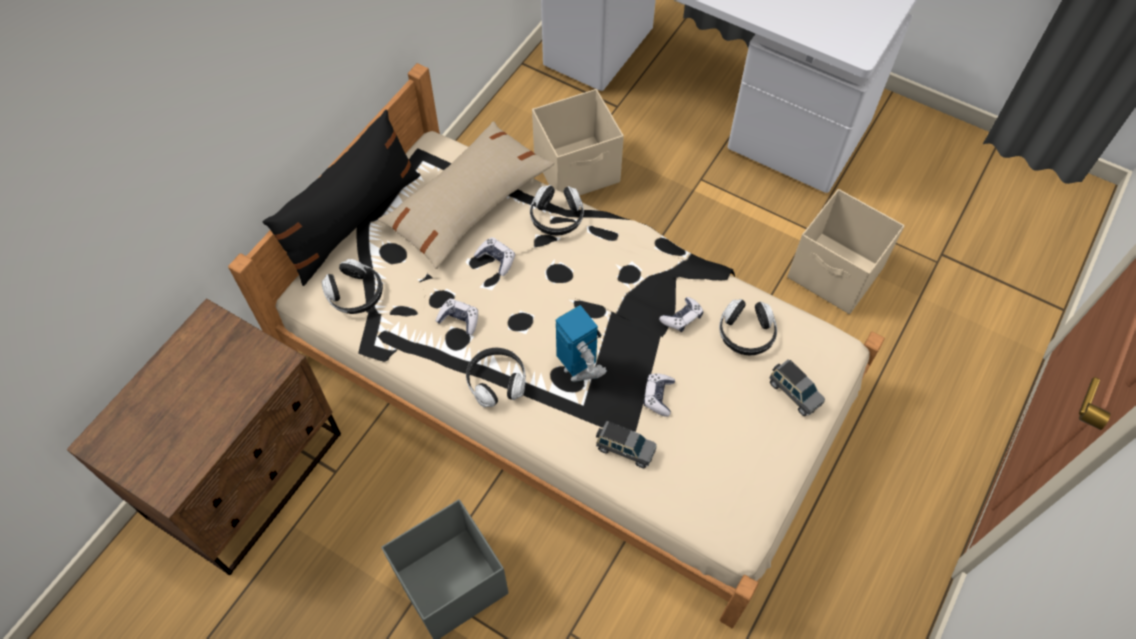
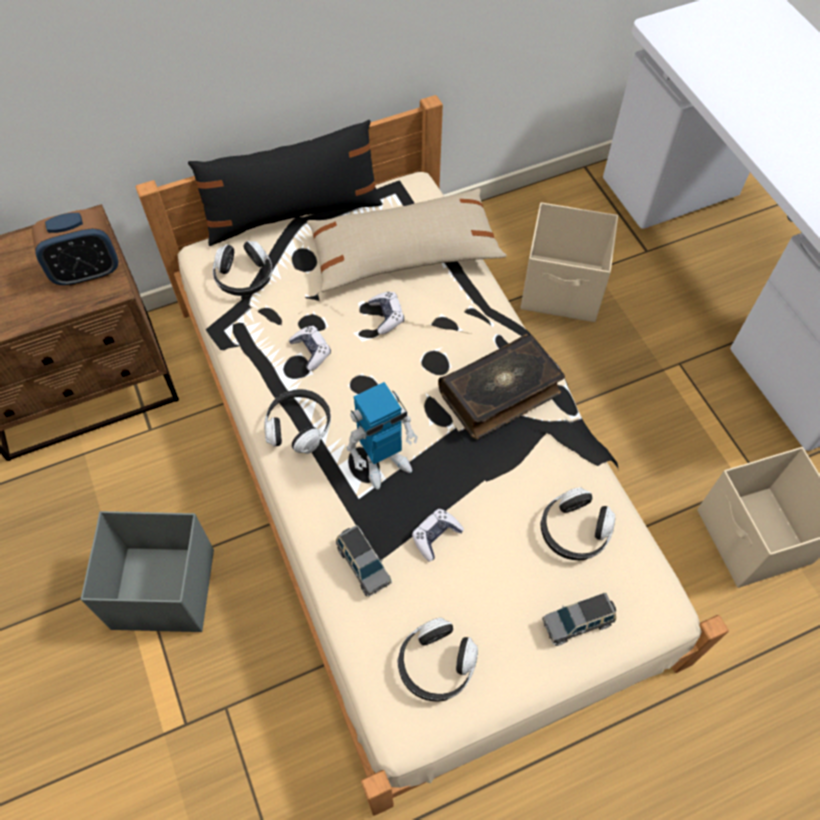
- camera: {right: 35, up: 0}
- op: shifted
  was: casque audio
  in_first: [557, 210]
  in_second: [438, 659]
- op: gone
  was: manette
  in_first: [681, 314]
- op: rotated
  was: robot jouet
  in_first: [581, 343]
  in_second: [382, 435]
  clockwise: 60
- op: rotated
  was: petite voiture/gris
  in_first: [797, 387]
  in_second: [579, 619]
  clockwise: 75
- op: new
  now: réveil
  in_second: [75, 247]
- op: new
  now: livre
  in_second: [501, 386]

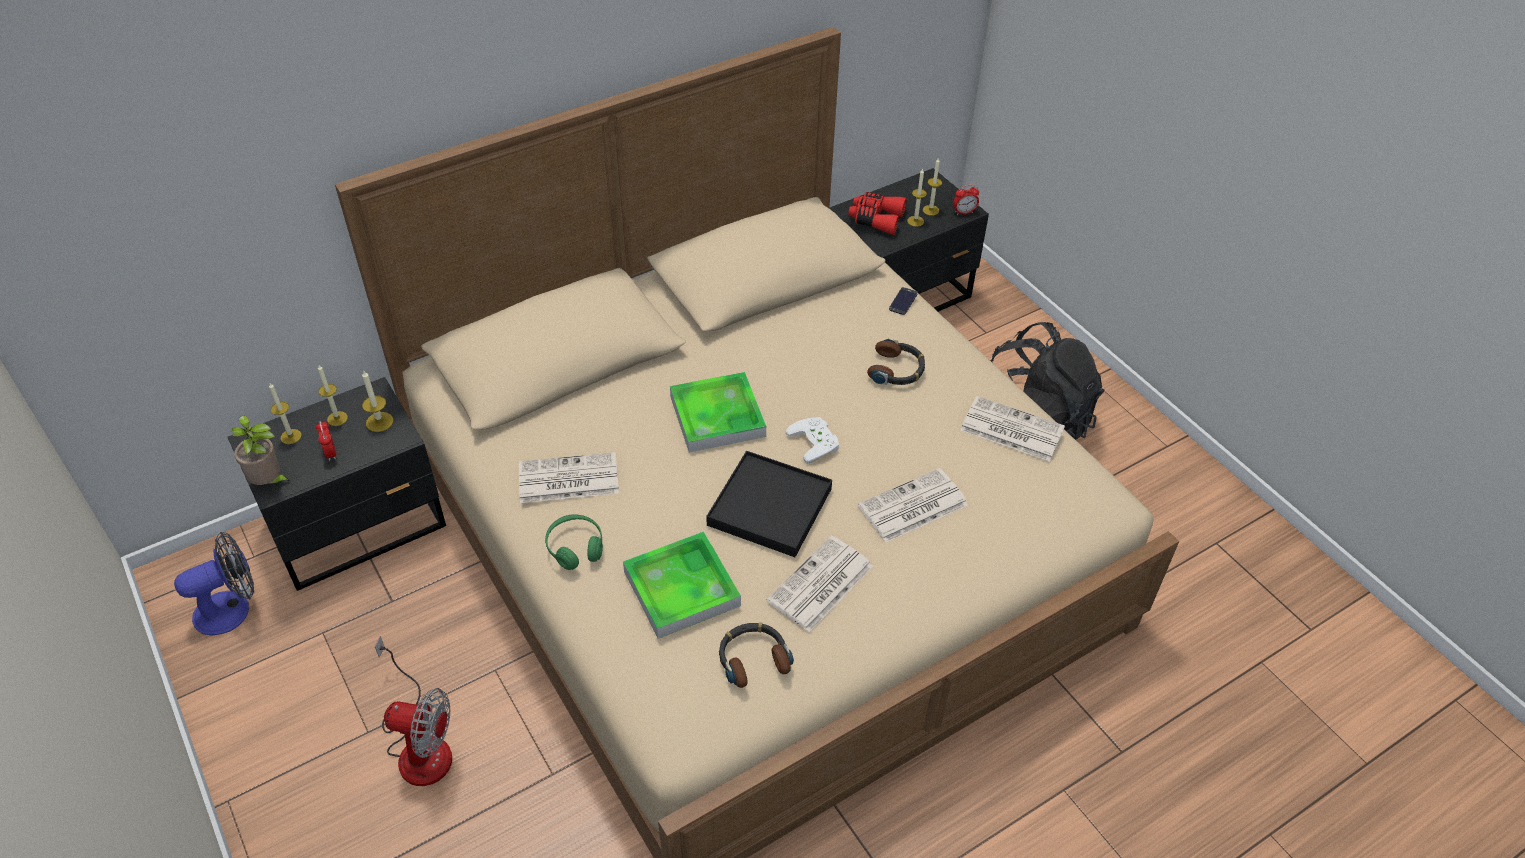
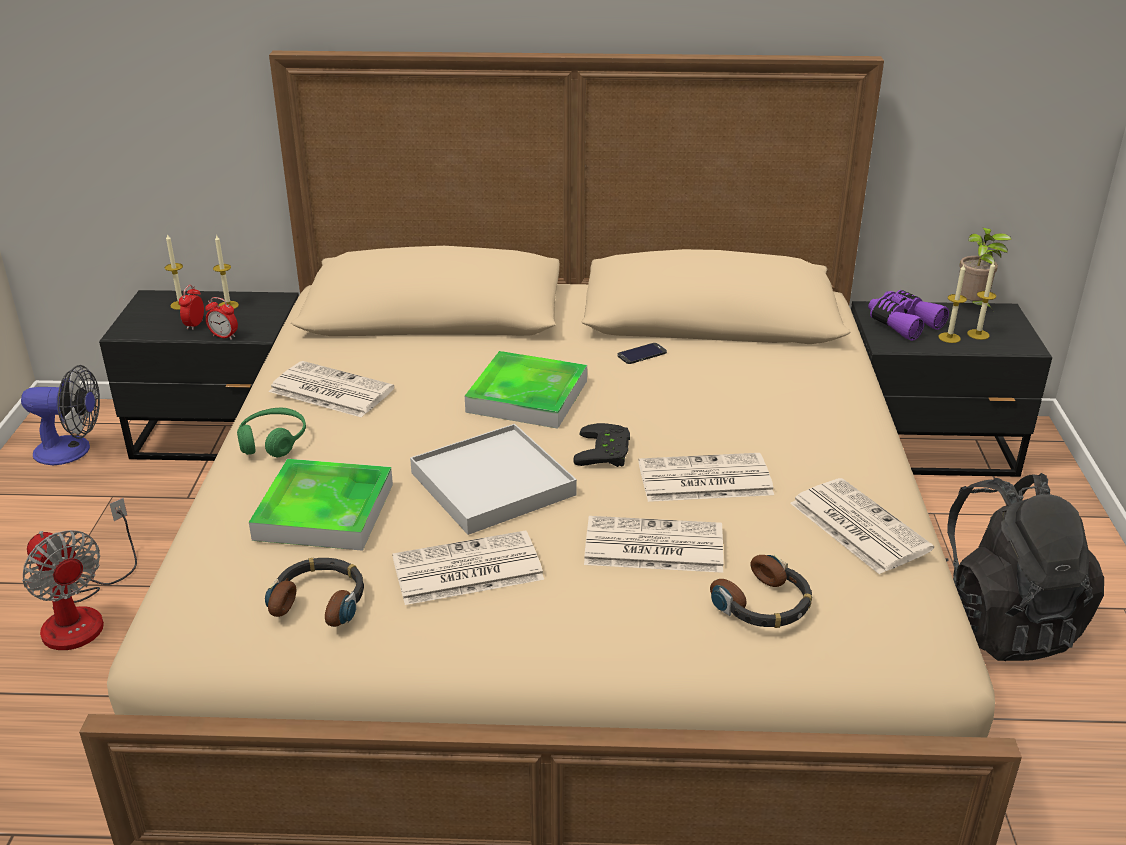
- camera: {right: 35, up: -15}
- op: shifted
  was: réveil
  in_first: [966, 199]
  in_second: [221, 318]
- op: repainted
  was: jumelles/rouge
  now: jumelles/violet
  in_first: [877, 213]
  in_second: [908, 315]
- op: shifted
  was: téléphone
  in_first: [903, 301]
  in_second: [642, 353]
- op: shifted
  was: casque audio
  in_first: [896, 361]
  in_second: [761, 591]
- op: gone
  was: bougie
  in_first: [377, 401]
- op: shifted
  was: plante en pot
  in_first: [261, 450]
  in_second: [985, 269]
- op: repainted
  was: manette/blanc
  now: manette/noir
  in_first: [812, 440]
  in_second: [601, 445]
- op: repainted
  was: plateau/noir
  now: plateau/blanc
  in_first: [769, 504]
  in_second: [493, 479]
- op: new
  now: journal
  in_second: [706, 477]

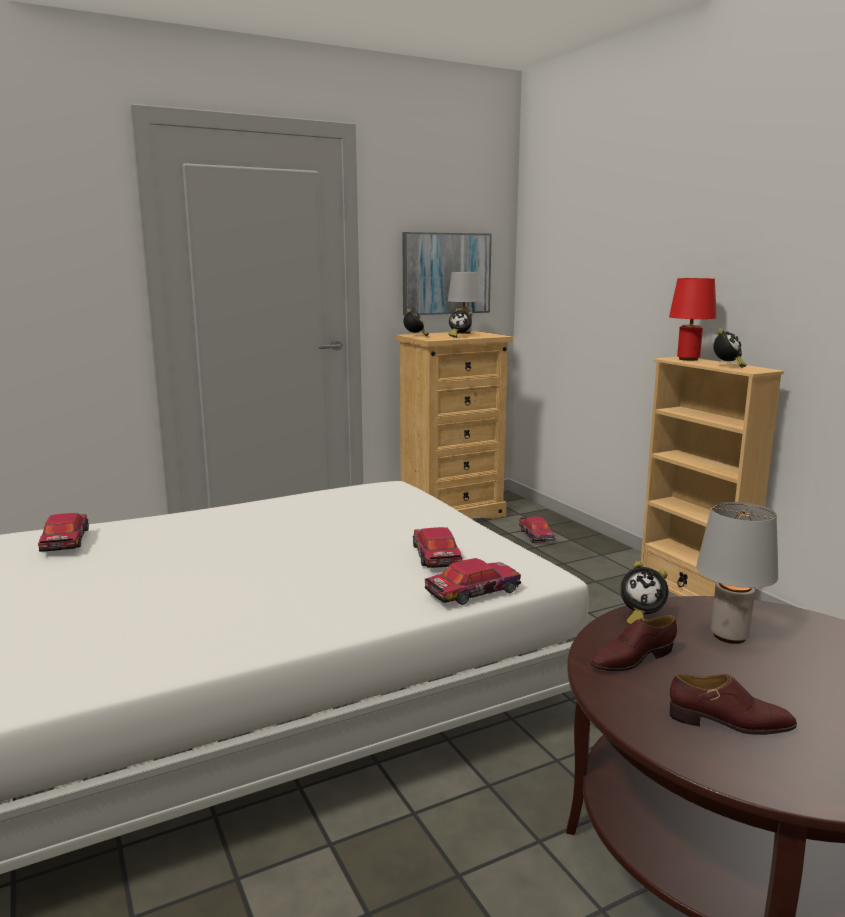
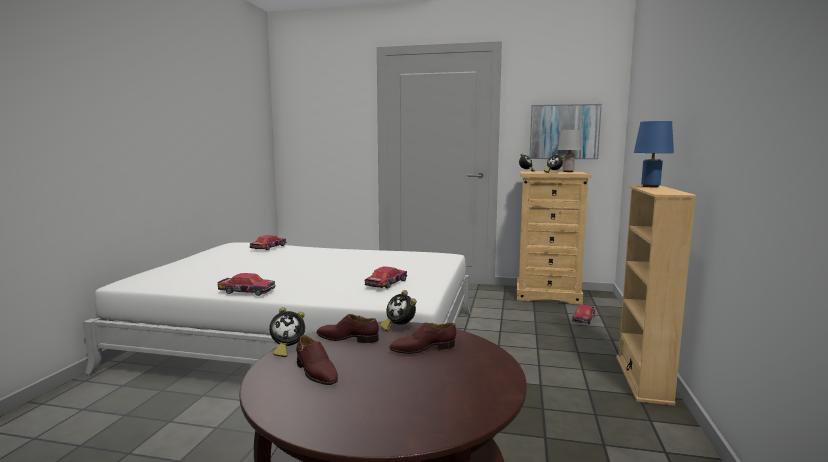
- camera: {right: 40, up: -5}
- op: repainted
  was: lampe de table/rouge
  now: lampe de table/bleu
  in_first: [692, 319]
  in_second: [654, 154]
- op: shifted
  was: réveil
  in_first: [729, 348]
  in_second: [287, 332]
- op: swapped
  was: lampe de table/gris
  now: chaussure/marron
  in_first: [737, 573]
  in_second: [422, 338]
- op: shifted
  was: petite voiture
  in_first: [473, 581]
  in_second: [246, 284]

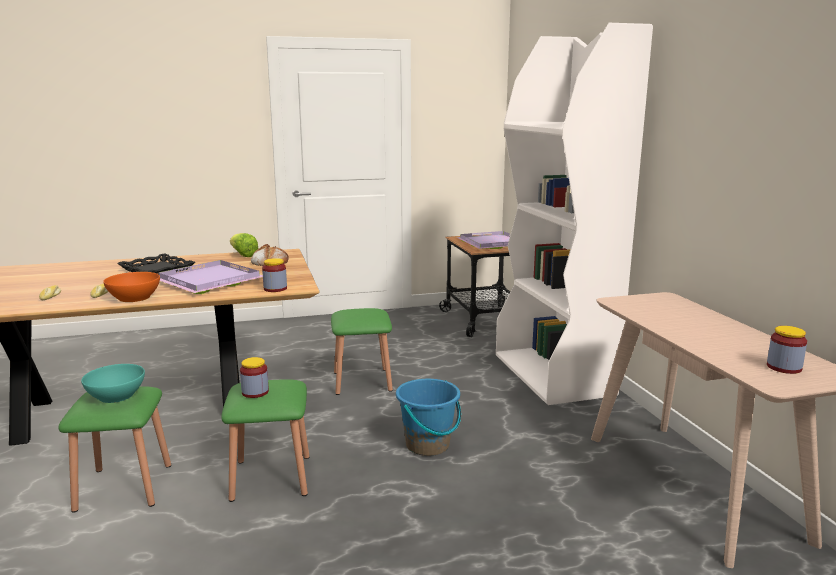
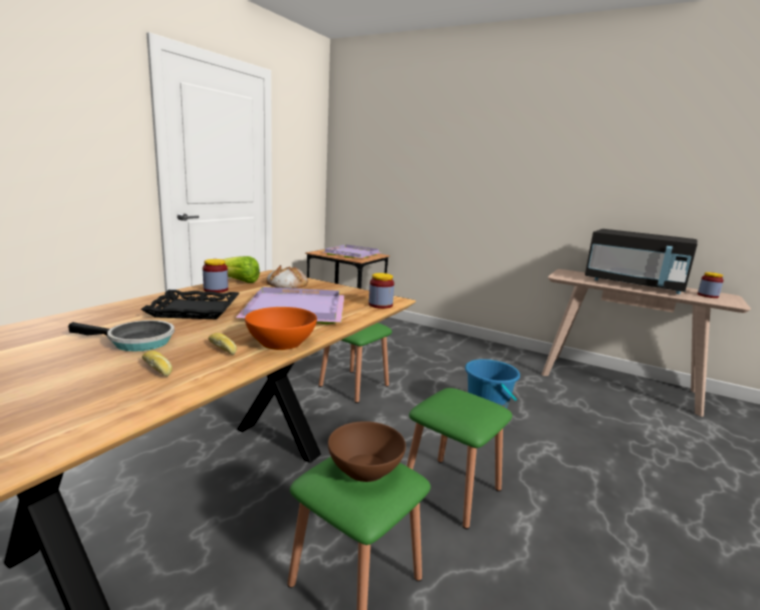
- camera: {right: -45, up: 0}
- op: gone
  was: bibliothèque/blanc
  in_first: [574, 214]
- op: shifted
  was: bocal
  in_first: [254, 377]
  in_second: [215, 276]
- op: repainted
  was: bol/turquoise
  now: bol/marron
  in_first: [113, 383]
  in_second: [367, 451]
- op: new
  now: micro-ondes/noir
  in_second: [641, 261]
- op: new
  now: poêle
  in_second: [121, 335]

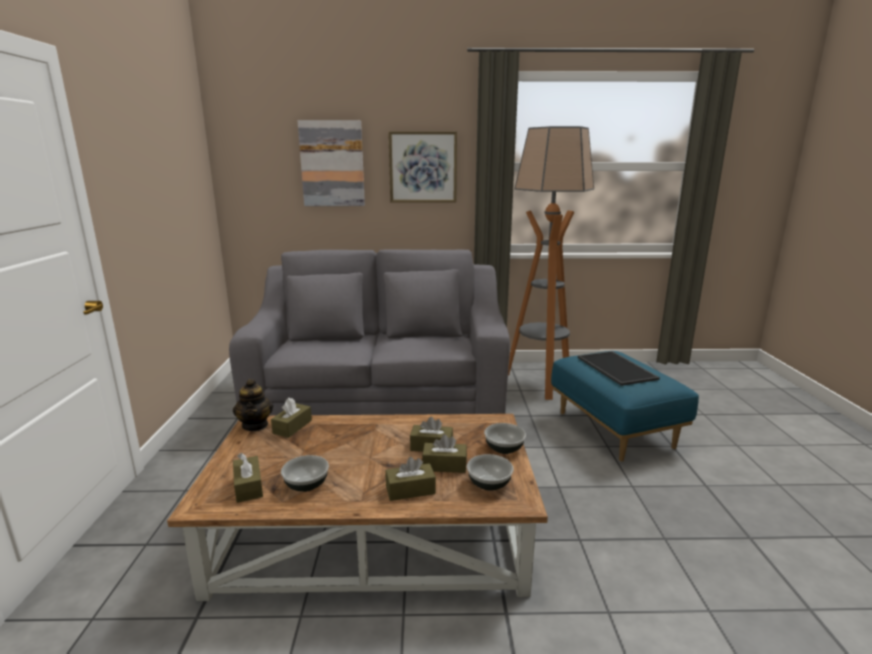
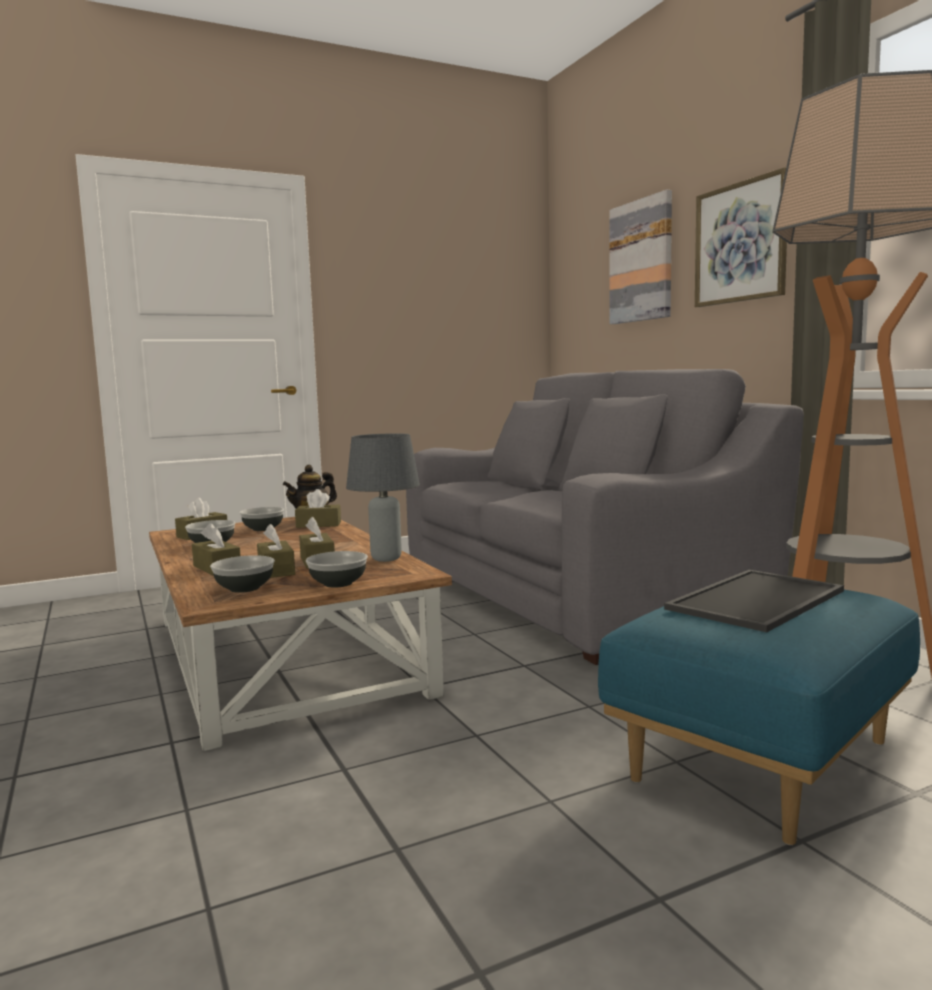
- camera: {right: 65, up: -10}
- op: new
  now: lampe de table/gris
  in_second: [383, 497]
- op: new
  now: bol
  in_second: [261, 519]

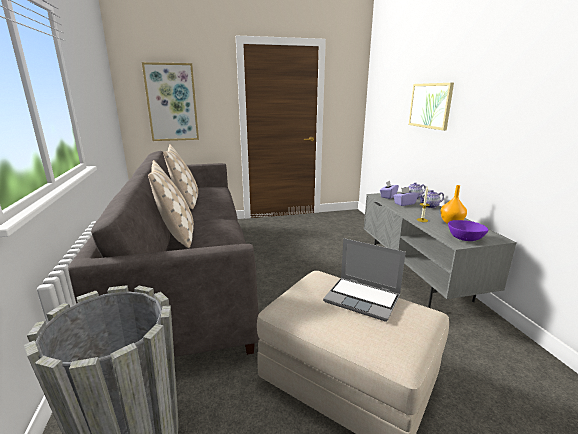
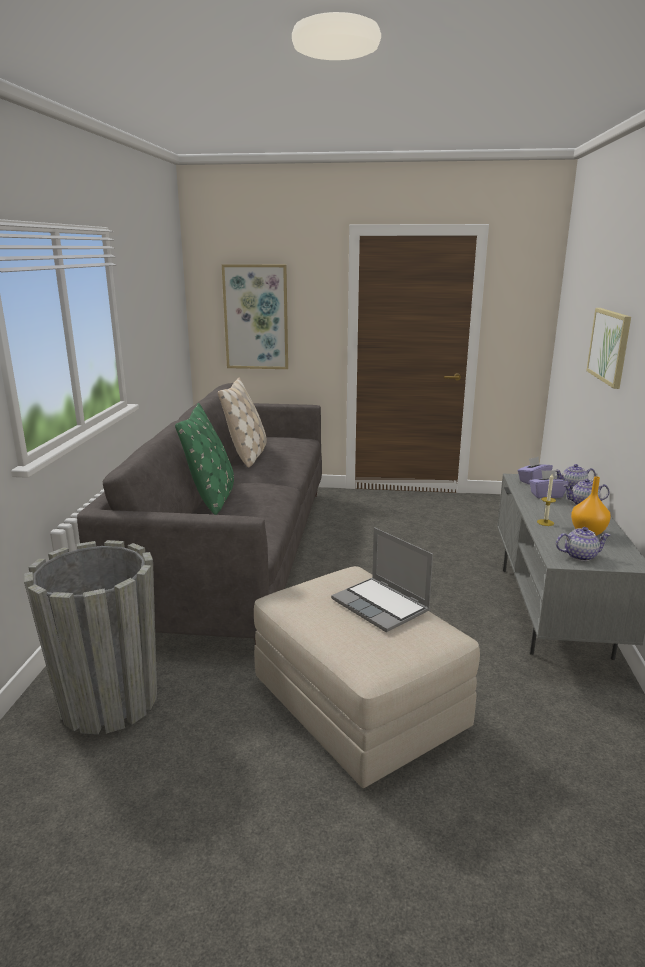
- camera: {right: 20, up: 0}
- op: repainted
  was: coussin/beige
  now: coussin/vert
  in_first: [171, 204]
  in_second: [204, 459]
- op: swapped
  was: bol/violet
  now: théière
  in_first: [468, 230]
  in_second: [583, 544]

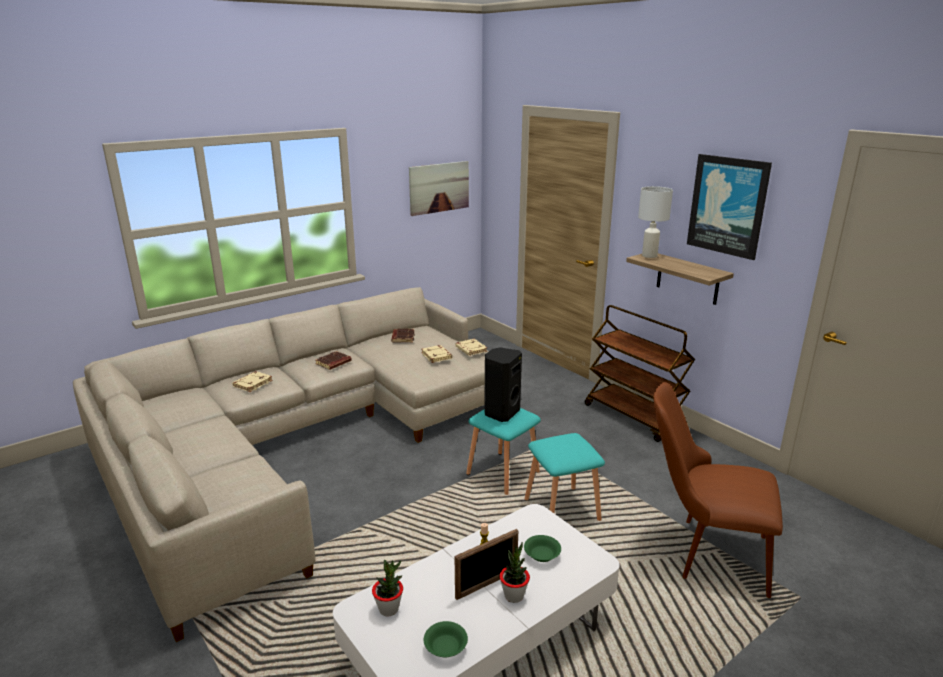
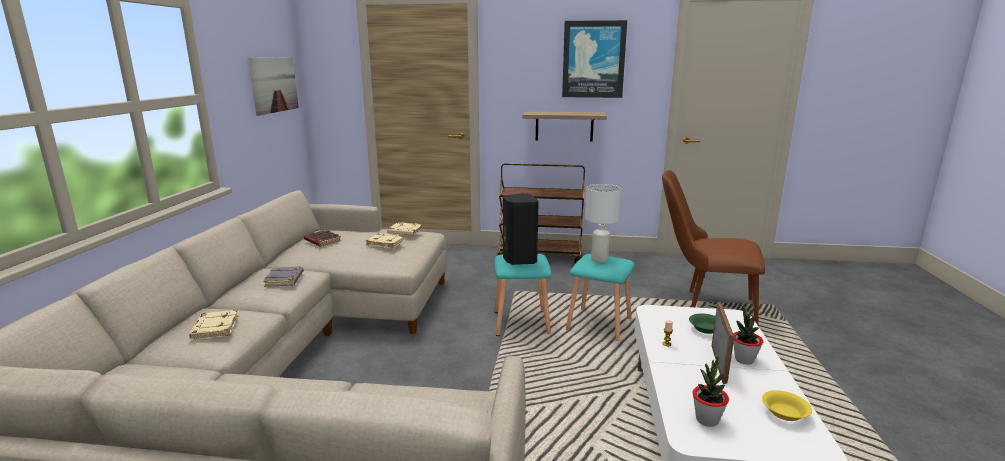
- camera: {right: -45, up: -5}
- op: shifted
  was: lampe de table/blanc
  in_first: [655, 222]
  in_second: [603, 223]
- op: repainted
  was: livre/marron
  now: livre/gris
  in_first: [333, 360]
  in_second: [283, 277]
- op: rotated
  was: chaise/marron
  in_first: [718, 490]
  in_second: [713, 248]
  clockwise: 45
- op: repainted
  was: bol/vert
  now: bol/jaune
  in_first: [446, 639]
  in_second: [787, 405]

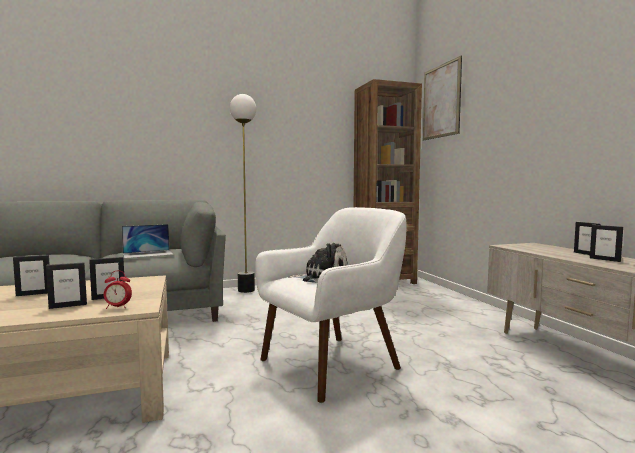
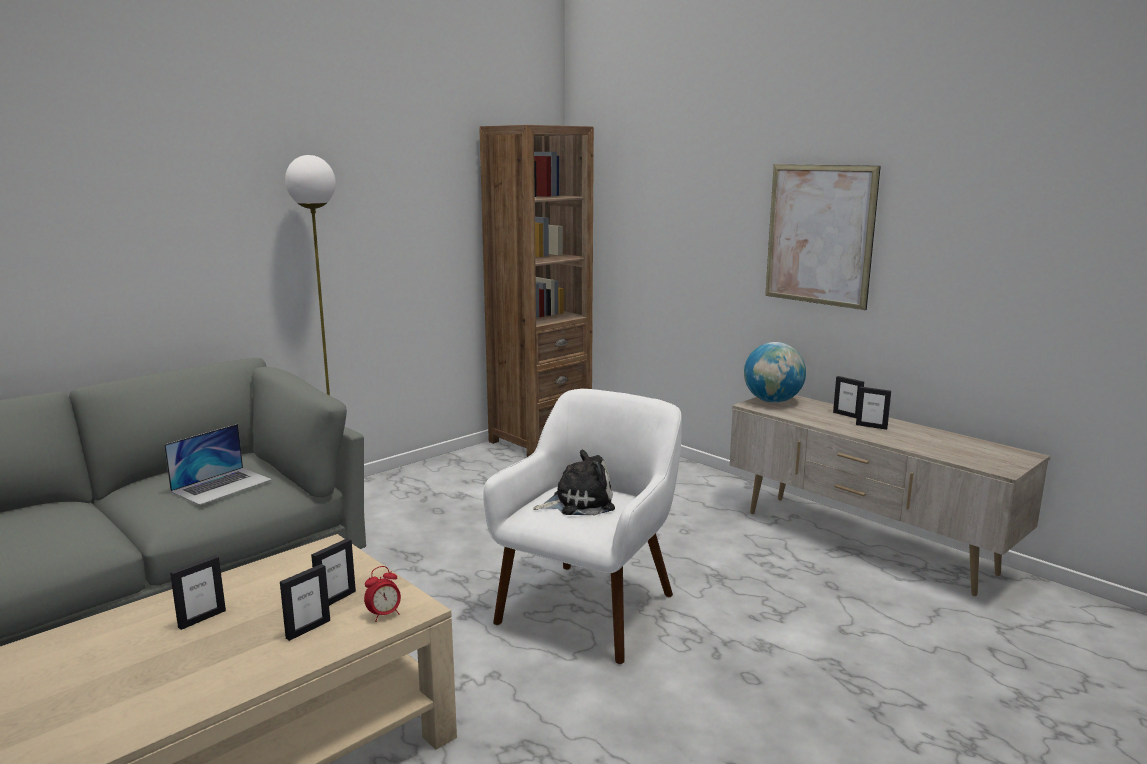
- camera: {right: -25, up: 10}
- op: shifted
  was: tableau
  in_first: [442, 98]
  in_second: [823, 237]
- op: new
  now: globe
  in_second: [775, 372]

